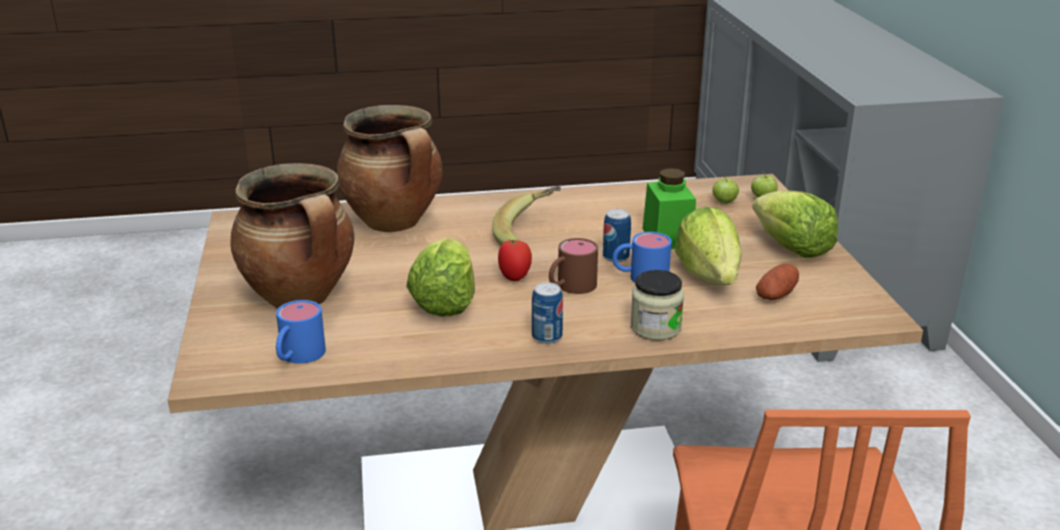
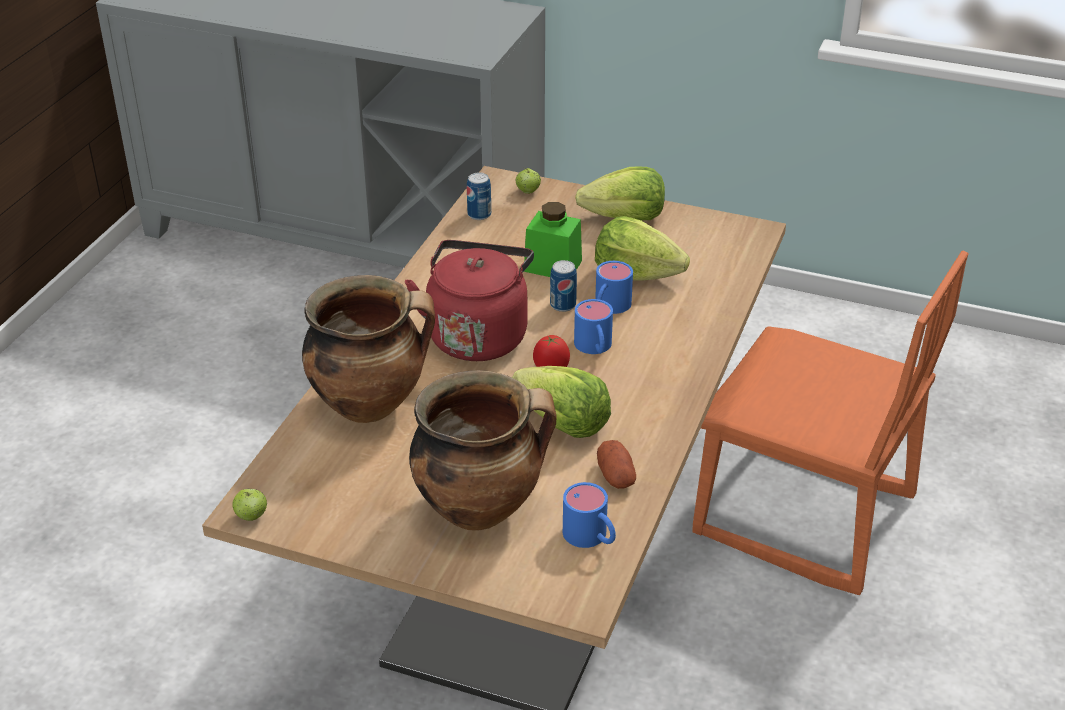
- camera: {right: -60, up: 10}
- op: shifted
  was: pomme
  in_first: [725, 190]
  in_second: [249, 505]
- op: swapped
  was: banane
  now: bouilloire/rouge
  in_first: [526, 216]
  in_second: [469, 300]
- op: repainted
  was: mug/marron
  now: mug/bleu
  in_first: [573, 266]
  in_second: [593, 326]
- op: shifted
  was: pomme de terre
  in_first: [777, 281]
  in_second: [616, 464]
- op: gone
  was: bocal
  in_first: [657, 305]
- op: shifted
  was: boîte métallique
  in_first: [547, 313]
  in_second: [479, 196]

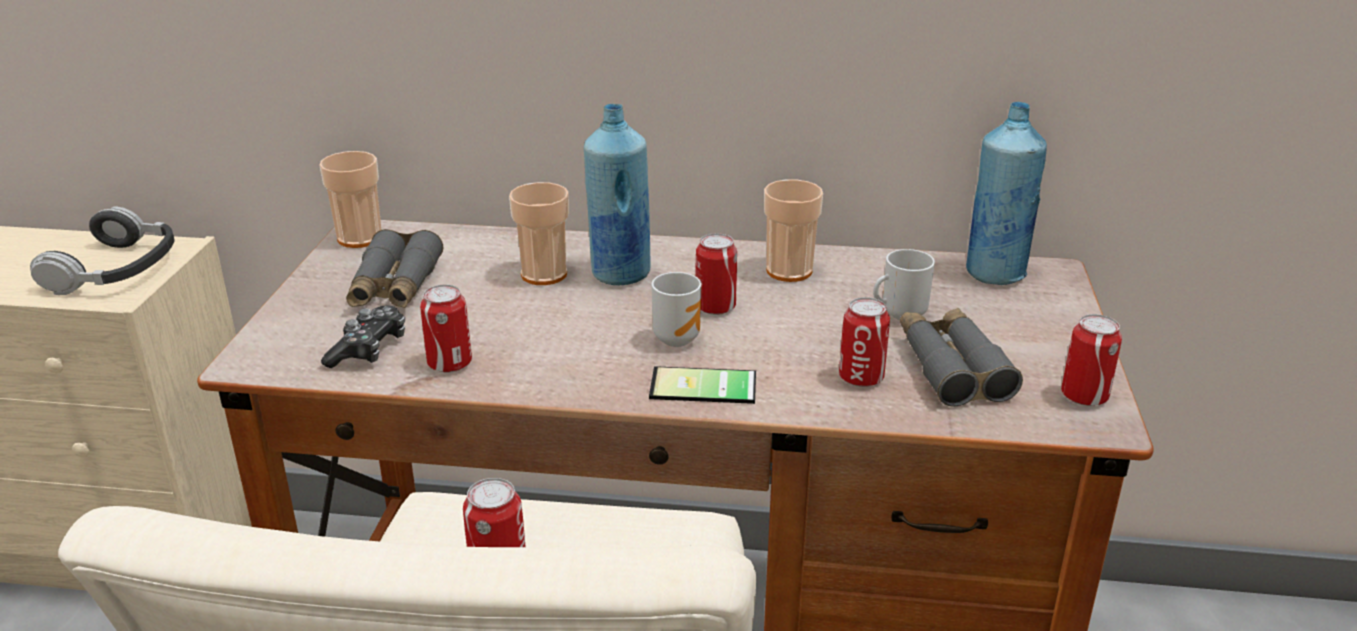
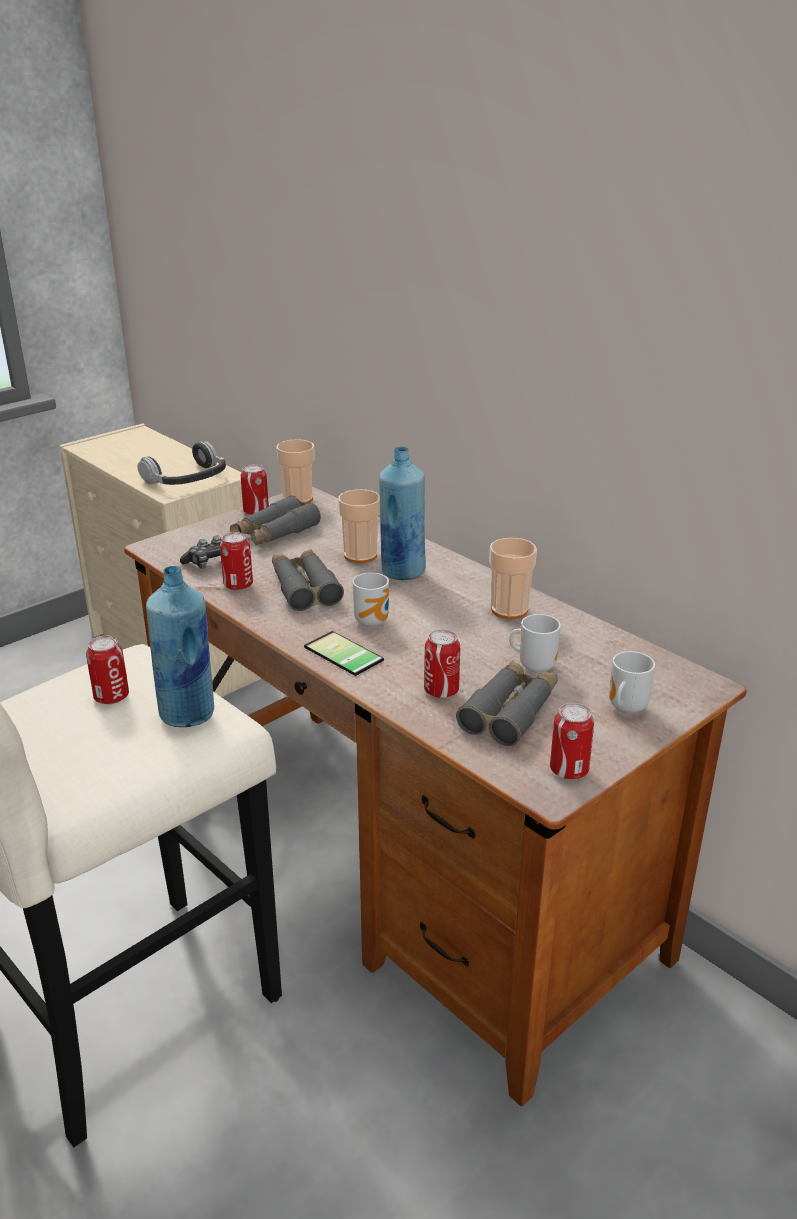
- camera: {right: 40, up: 0}
- op: shifted
  was: bouteille/bleu
  in_first: [1006, 193]
  in_second: [180, 646]
- op: shifted
  was: boîte métallique
  in_first: [716, 274]
  in_second: [255, 489]
- op: new
  now: jumelles/gris
  in_second: [308, 580]
- op: new
  now: mug
  in_second: [632, 682]

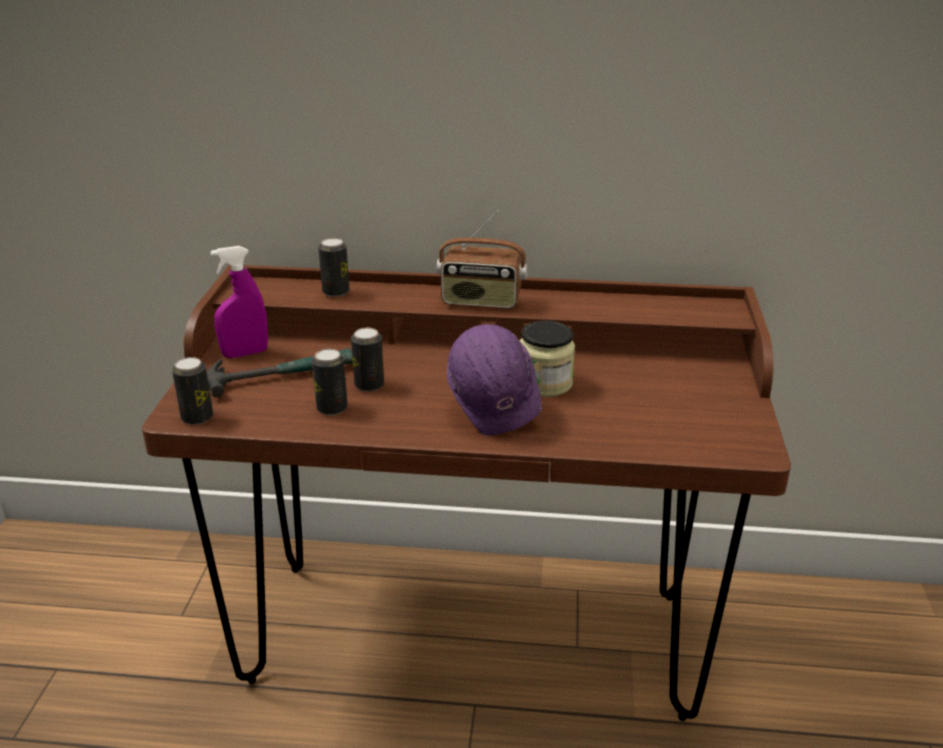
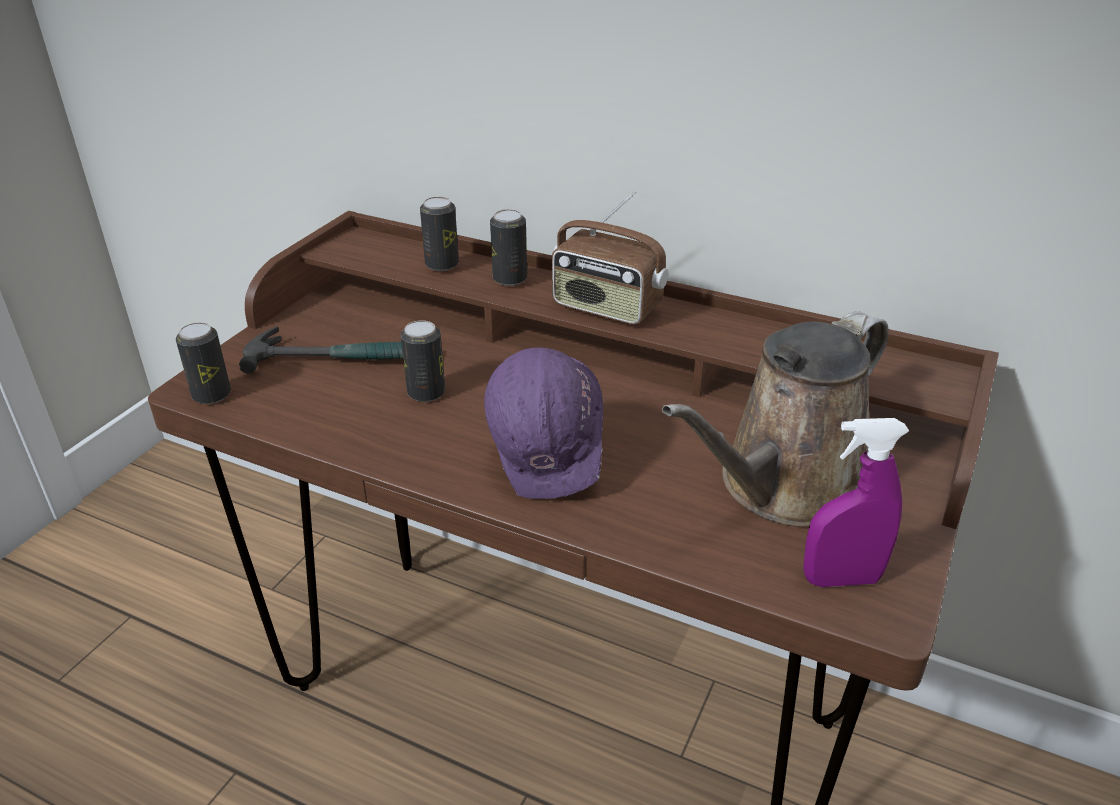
- camera: {right: 20, up: 5}
- op: shifted
  was: vaporisateur/violet
  in_first: [239, 302]
  in_second: [856, 502]
- op: gone
  was: bocal
  in_first: [547, 359]
- op: shifted
  was: boîte métallique
  in_first: [330, 382]
  in_second: [508, 247]
- op: new
  now: arrosoir/marron
  in_second: [775, 419]

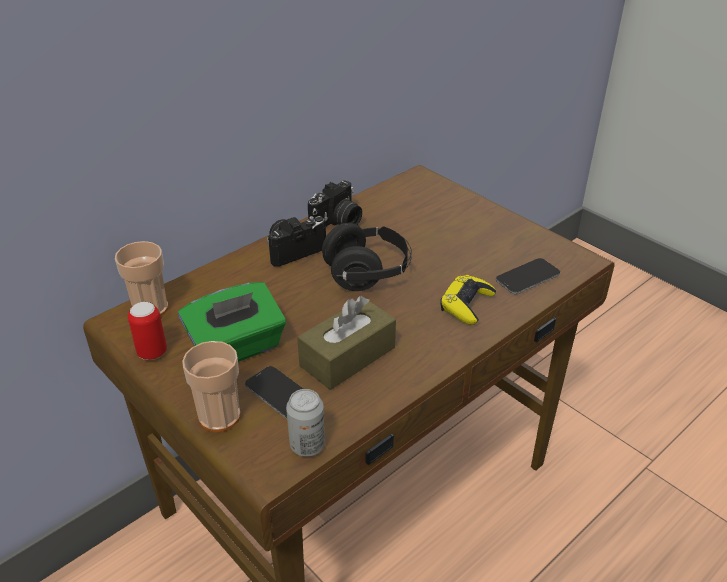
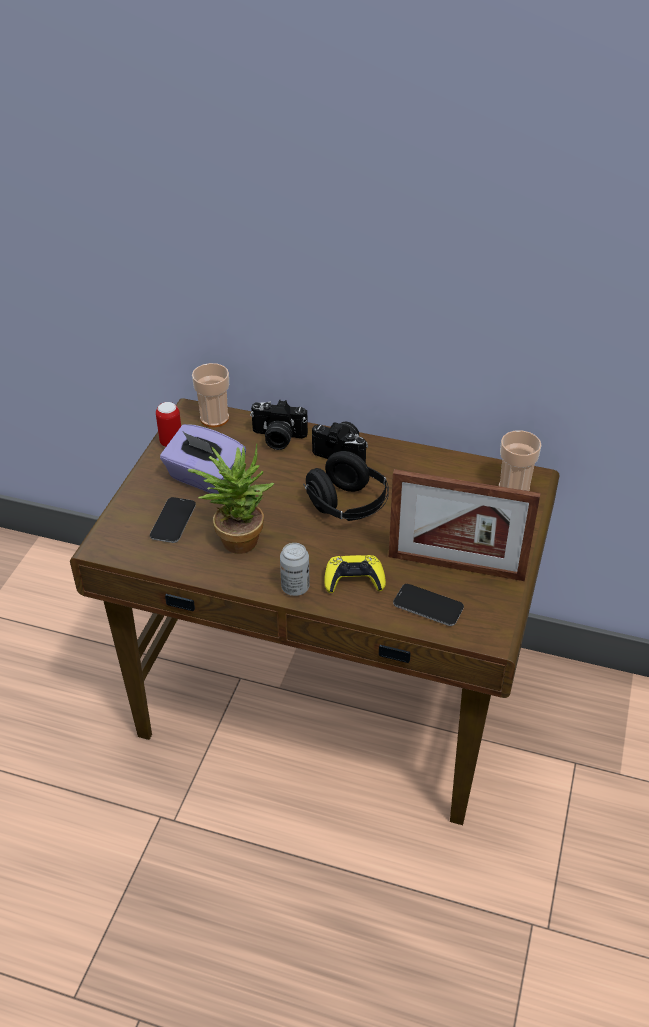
- camera: {right: 60, up: 5}
- op: shifted
  was: appareil photo
  in_first: [335, 203]
  in_second: [279, 425]
- op: repainted
  was: boîte à mouchoirs/vert
  now: boîte à mouchoirs/violet
  in_first: [232, 322]
  in_second: [203, 459]
- op: swapped
  was: boîte à mouchoirs/marron
  now: plante en pot
  in_first: [346, 343]
  in_second: [231, 499]
- op: shifted
  was: tasse
  in_first: [211, 386]
  in_second: [520, 461]
- op: shifted
  was: boîte métallique
  in_first: [305, 423]
  in_second: [295, 569]
- op: new
  now: cadre photo
  in_second: [464, 525]

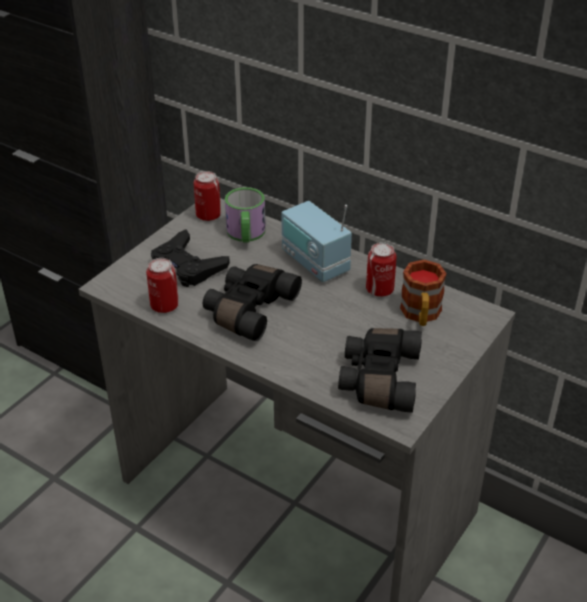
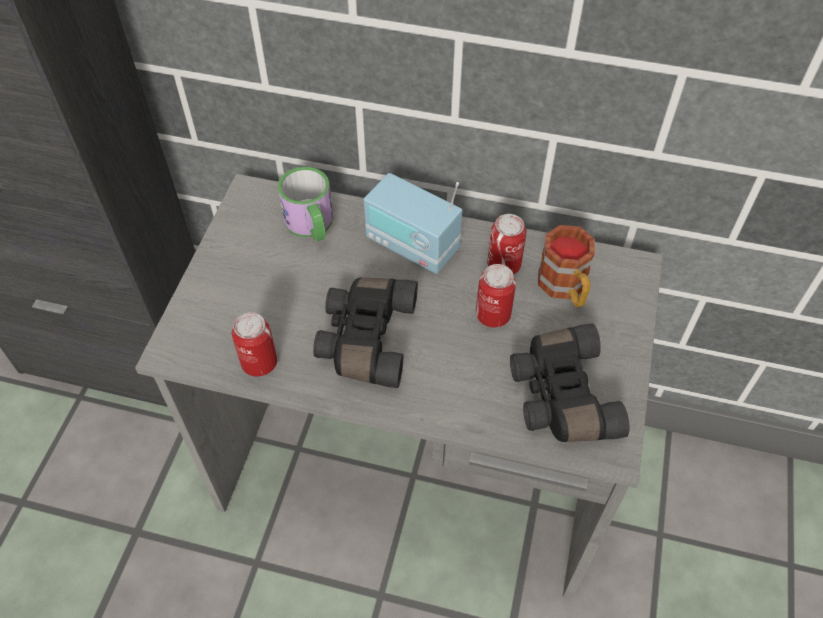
- camera: {right: -20, up: 15}
- op: shifted
  was: boîte métallique
  in_first: [207, 196]
  in_second: [496, 296]
- op: gone
  was: manette/noir
  in_first: [190, 258]

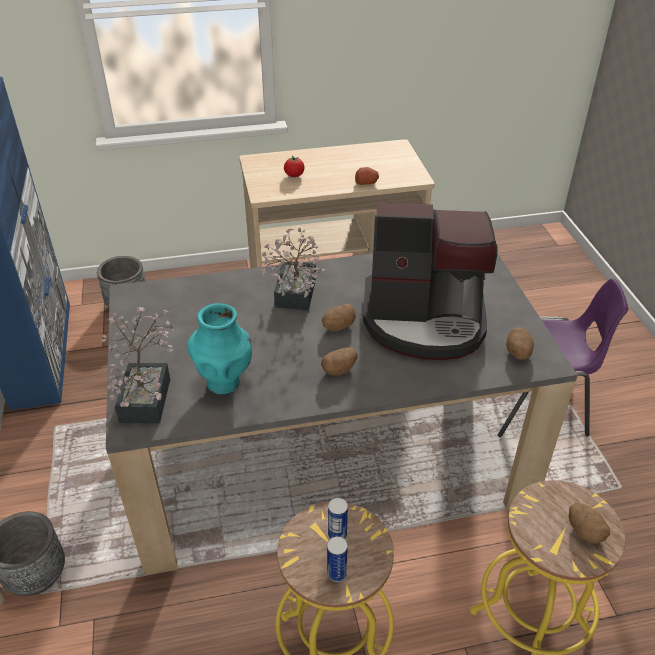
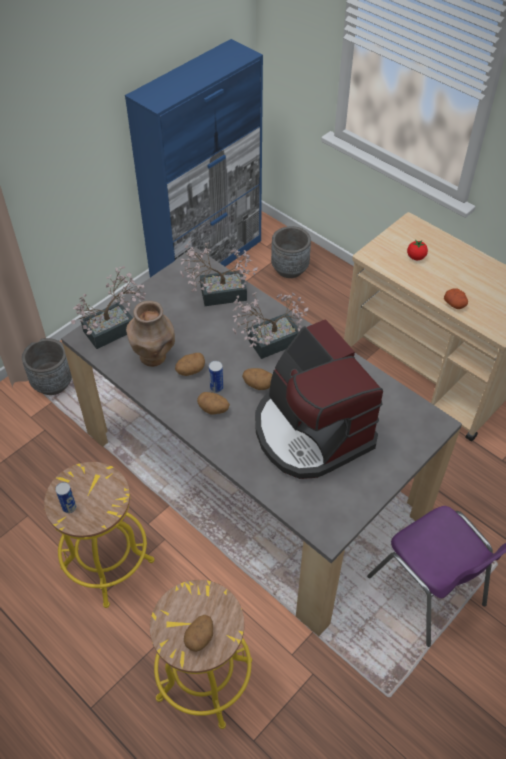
- camera: {right: 55, up: 10}
- op: repainted
  was: vase/turquoise
  now: vase/marron
  in_first: [219, 348]
  in_second: [150, 334]
- op: shifted
  was: pomme de terre
  in_first: [520, 343]
  in_second: [190, 364]
- op: shifted
  was: boîte métallique
  in_first: [338, 518]
  in_second: [216, 377]
- op: new
  now: plante en pot
  in_second: [219, 273]

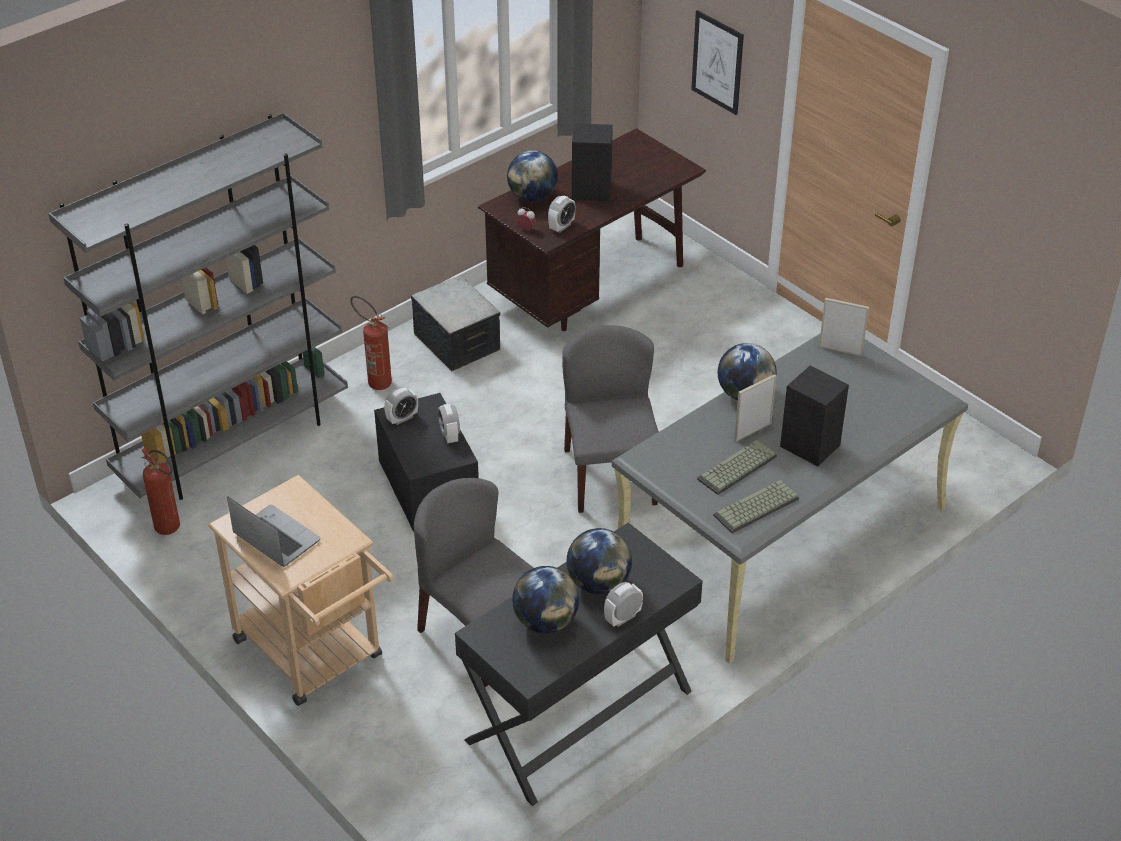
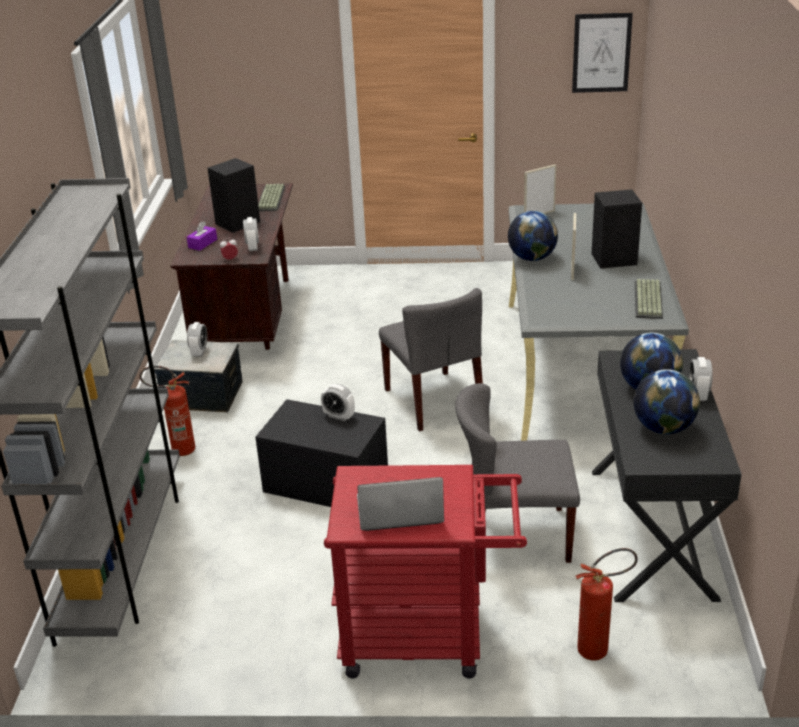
- camera: {right: -45, up: -10}
- op: shifted
  was: tableau
  in_first: [717, 62]
  in_second: [602, 53]
- op: swapped
  was: globe
  now: boîte à mouchoirs/violet
  in_first: [532, 176]
  in_second: [202, 236]
- op: rotated
  was: chaise/gris
  in_first: [610, 419]
  in_second: [431, 359]
  clockwise: -150
- op: shifted
  was: réveil
  in_first: [401, 406]
  in_second: [197, 339]
- op: shifted
  was: clavier
  in_first: [737, 467]
  in_second: [271, 197]
- op: shifted
  was: extincteur
  in_first: [161, 491]
  in_second: [607, 604]
- op: repainted
  was: chariot/beige
  now: chariot/rouge
  in_first: [301, 590]
  in_second: [425, 572]

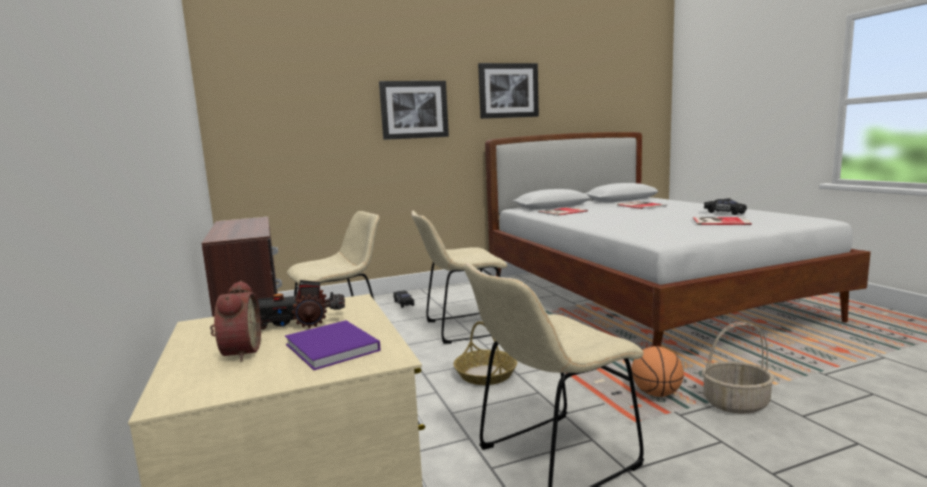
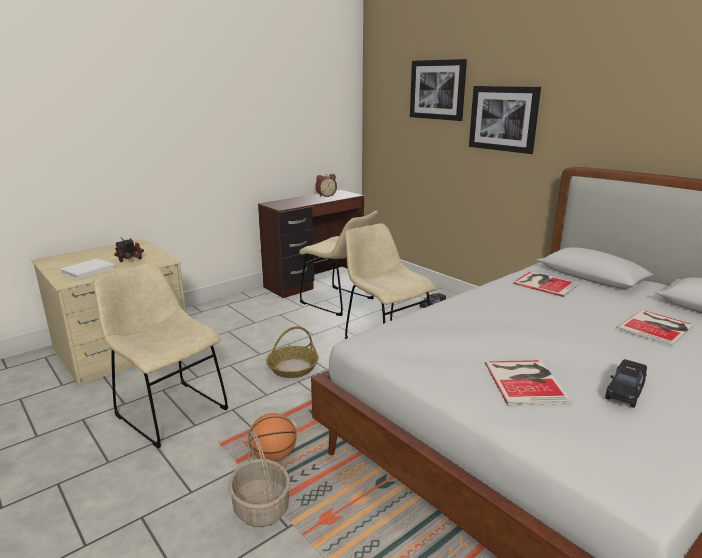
- camera: {right: 70, up: 10}
- op: shifted
  was: tableau
  in_first: [508, 91]
  in_second: [438, 90]
- op: shifted
  was: réveil
  in_first: [235, 321]
  in_second: [326, 185]
- op: repainted
  was: livre/violet
  now: livre/blanc
  in_first: [333, 345]
  in_second: [87, 269]

